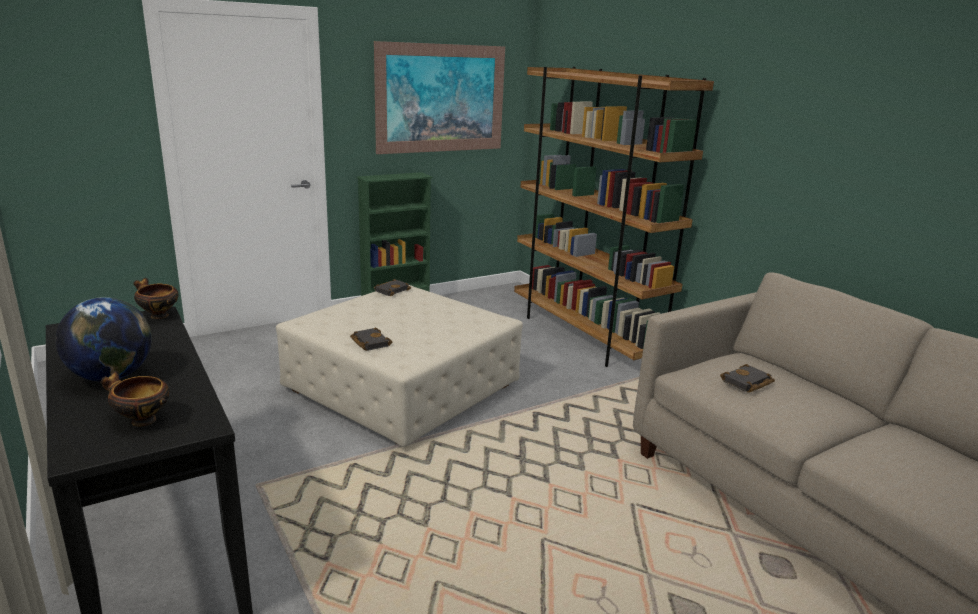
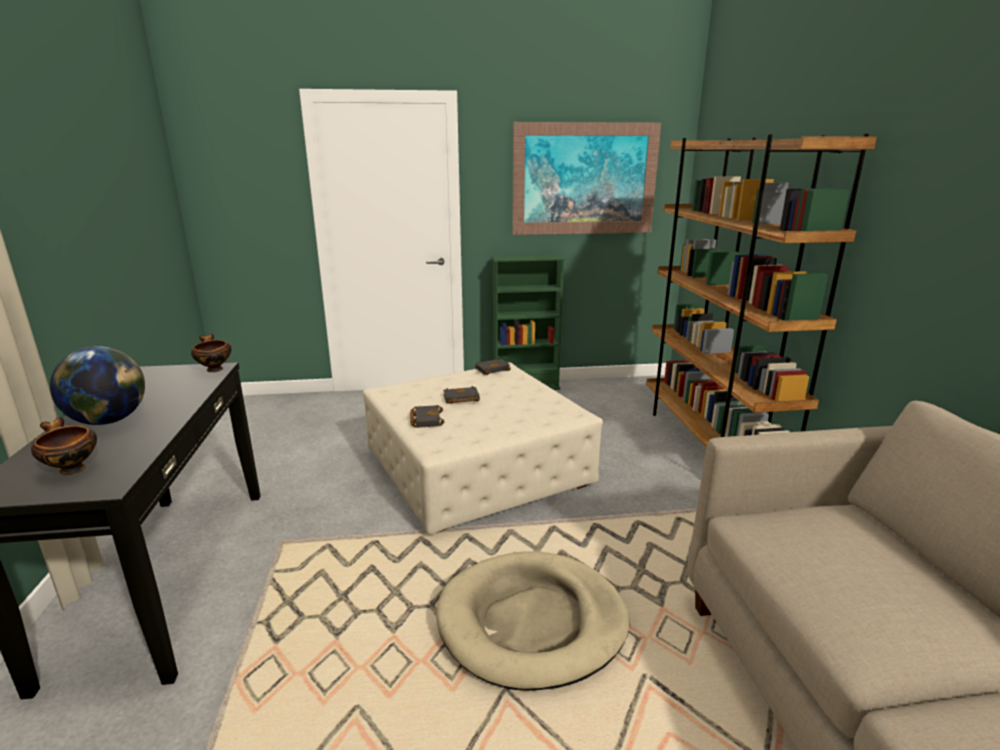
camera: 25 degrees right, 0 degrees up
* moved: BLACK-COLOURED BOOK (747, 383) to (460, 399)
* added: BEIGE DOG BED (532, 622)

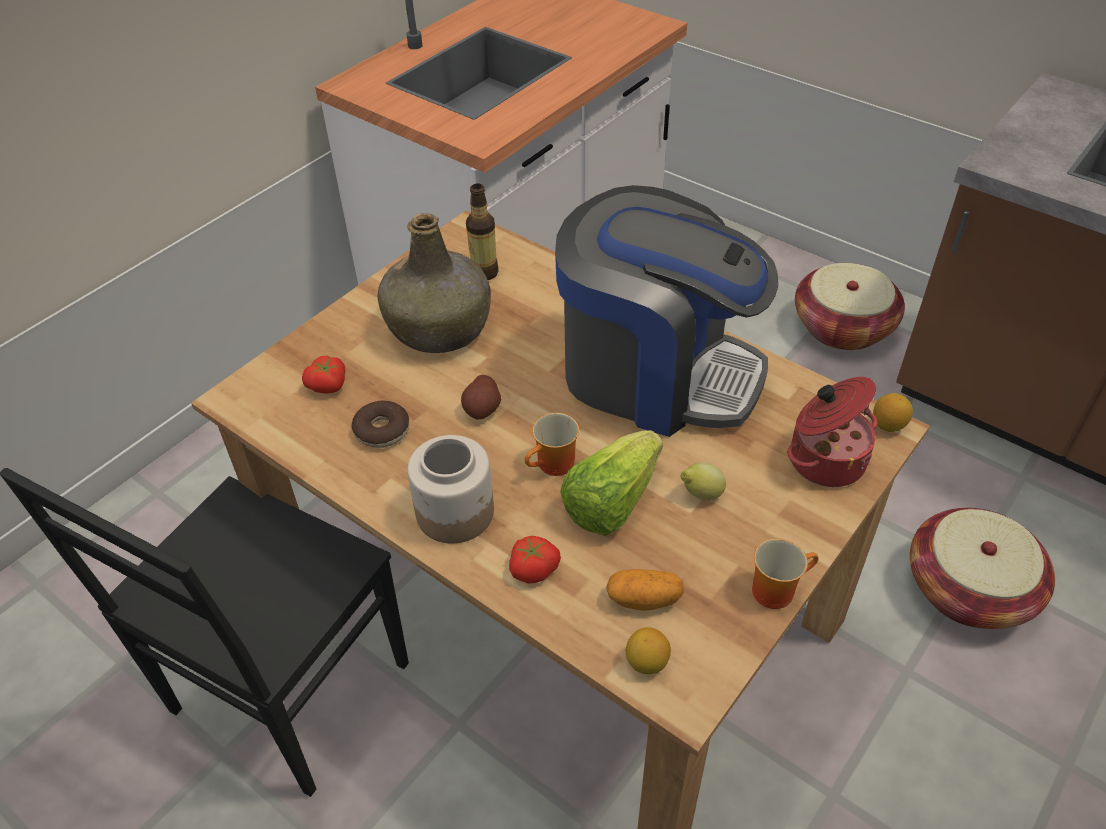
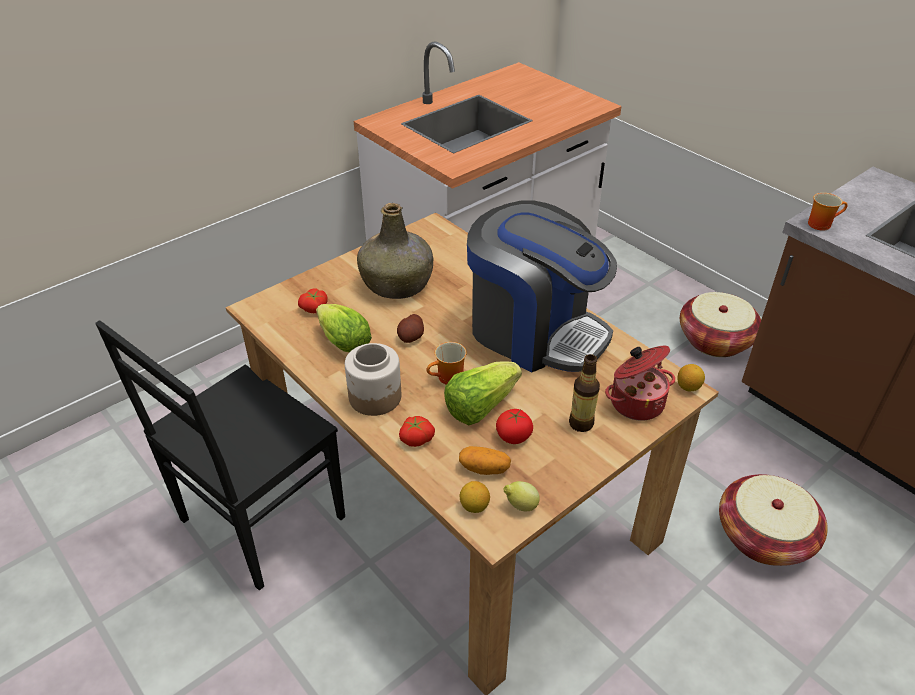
camera: 10 degrees right, 5 degrees down
* replaced: RING DOUGHNUT (382, 430) to HEAD OF LETTUCE (342, 341)
* moved: DRINK BOTTLE (484, 273) to (581, 423)
* moved: CITRUS FRUIT (700, 494) to (520, 506)
* moved: MUG (775, 587) to (820, 223)
* added: FRESH TOMATO (513, 436)

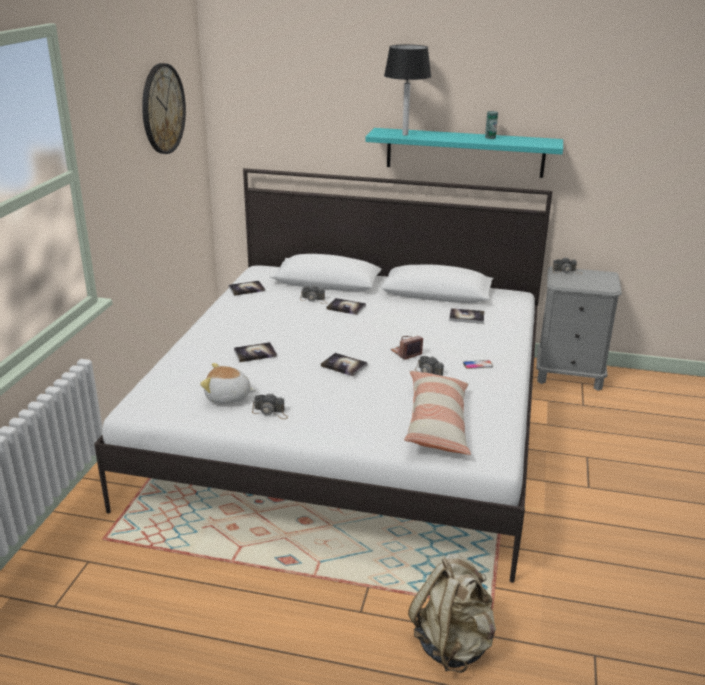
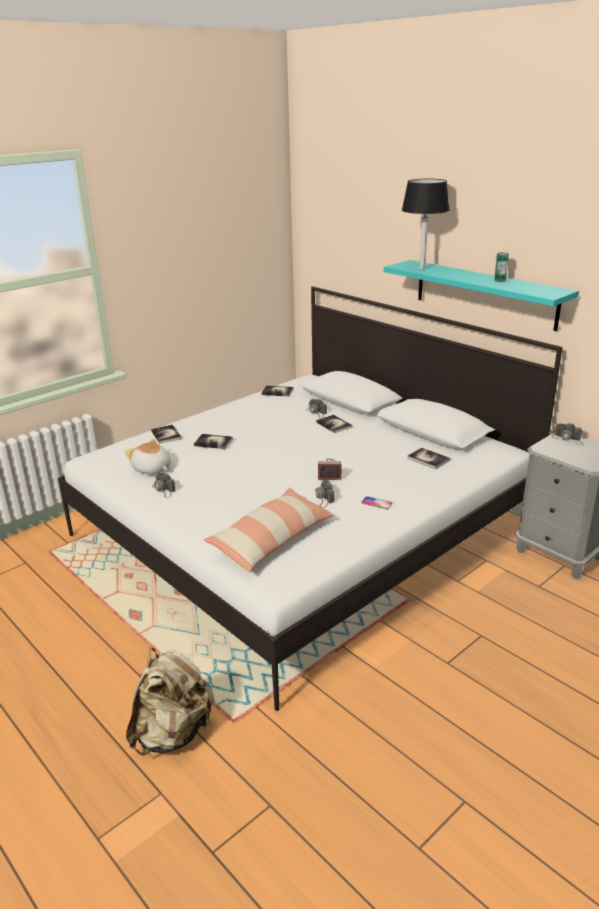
camera: 35 degrees right, 0 degrees up
* removed: WALL CLOCK (162, 109)
* moved: BOOK (344, 365) to (166, 435)

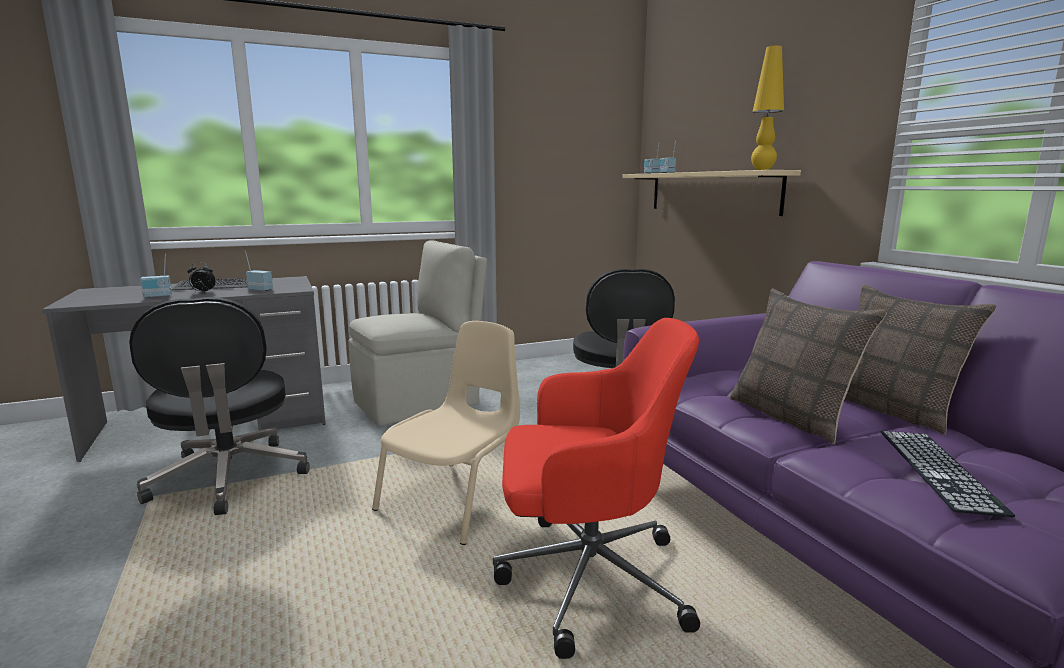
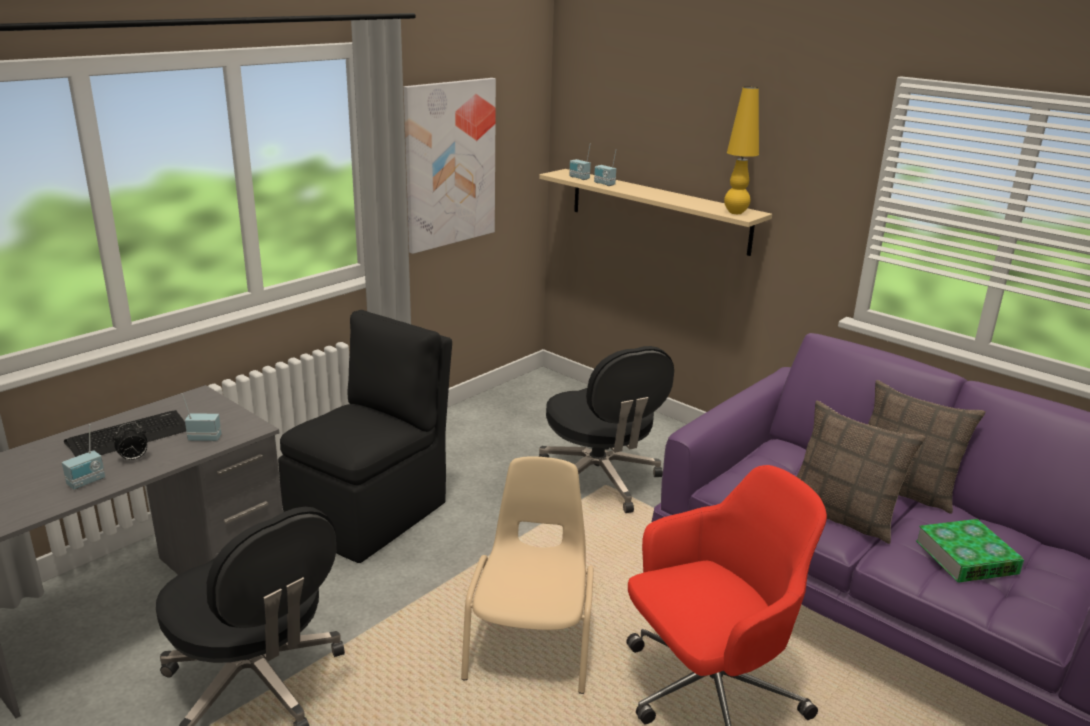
camera: 25 degrees left, 10 degrees up
* recoloured: BEIGE CHAIR (419, 402) to BLACK-COLOURED CHAIR (372, 514)
* replaced: KEYBOARD (938, 469) to BOOK (966, 557)
* added: PICTURE (450, 164)

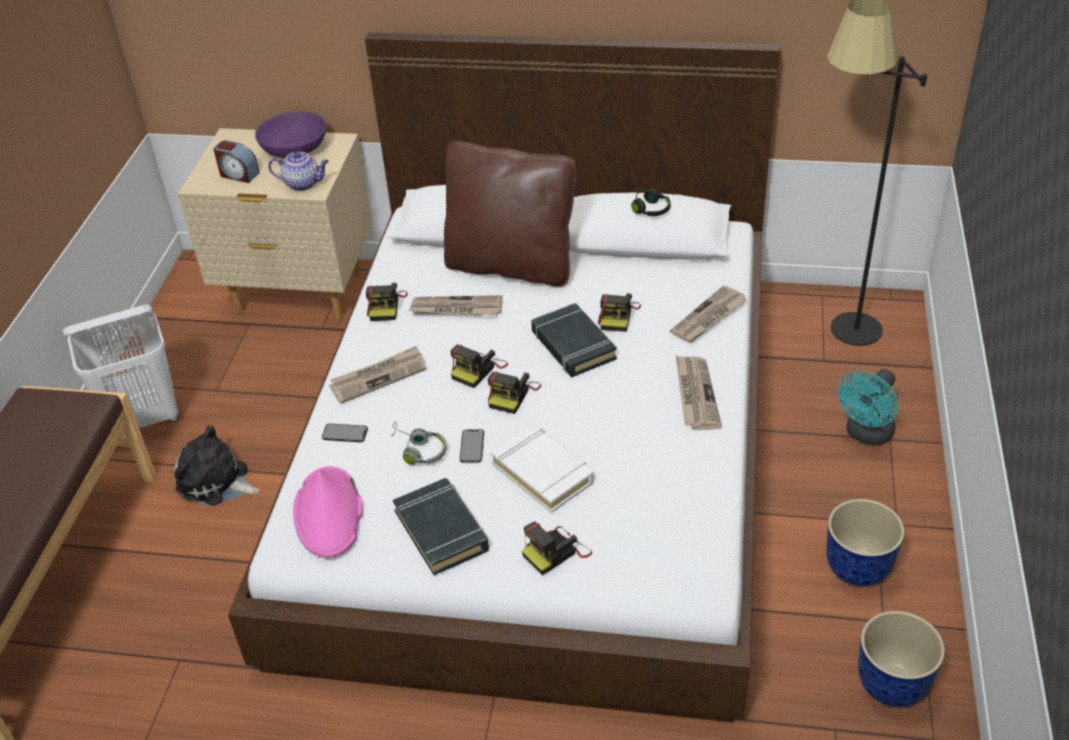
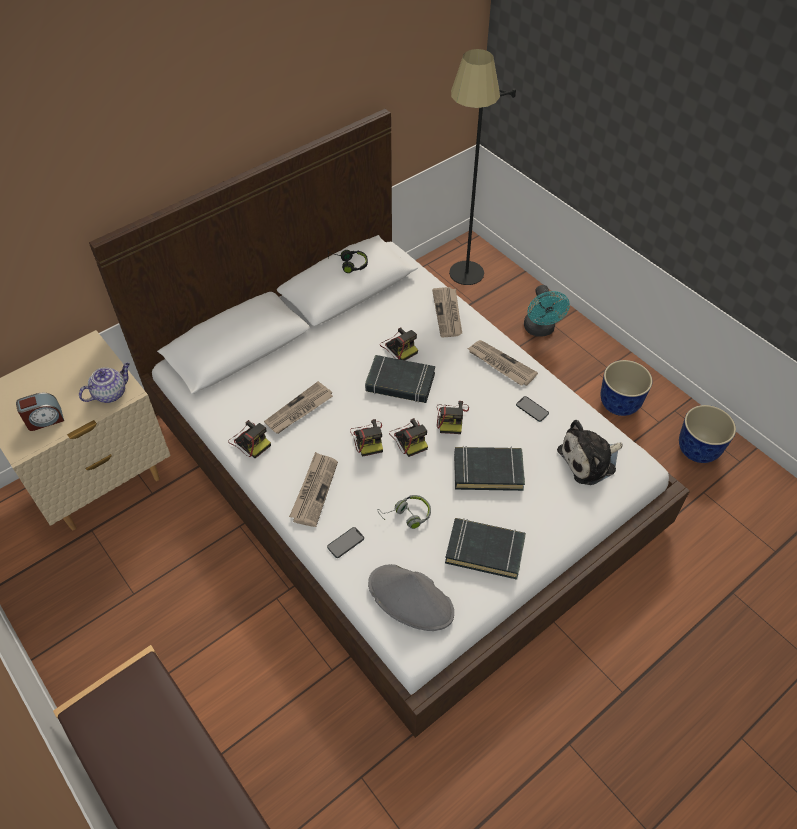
camera: 50 degrees left, 10 degrees up
* removed: WHITISH LAUNDRY BASKET (145, 418)
* moved: SOFT TOY (216, 482) to (590, 460)
* removed: PURPLE-COLOURED BOWL (295, 148)
* recoloured: PINK-COLOURED CLOTHING HAT (328, 513) to GREY CLOTHING HAT (411, 598)
* removed: BROWNISH CUSHION (511, 265)
* moved: TELEPHONE (472, 446) to (532, 409)
* recoloured: WHITISH BOOK (543, 473) to BLACK-COLOURED BOOK (488, 471)
* moved: PHOTO CAMERA (556, 552) to (451, 418)

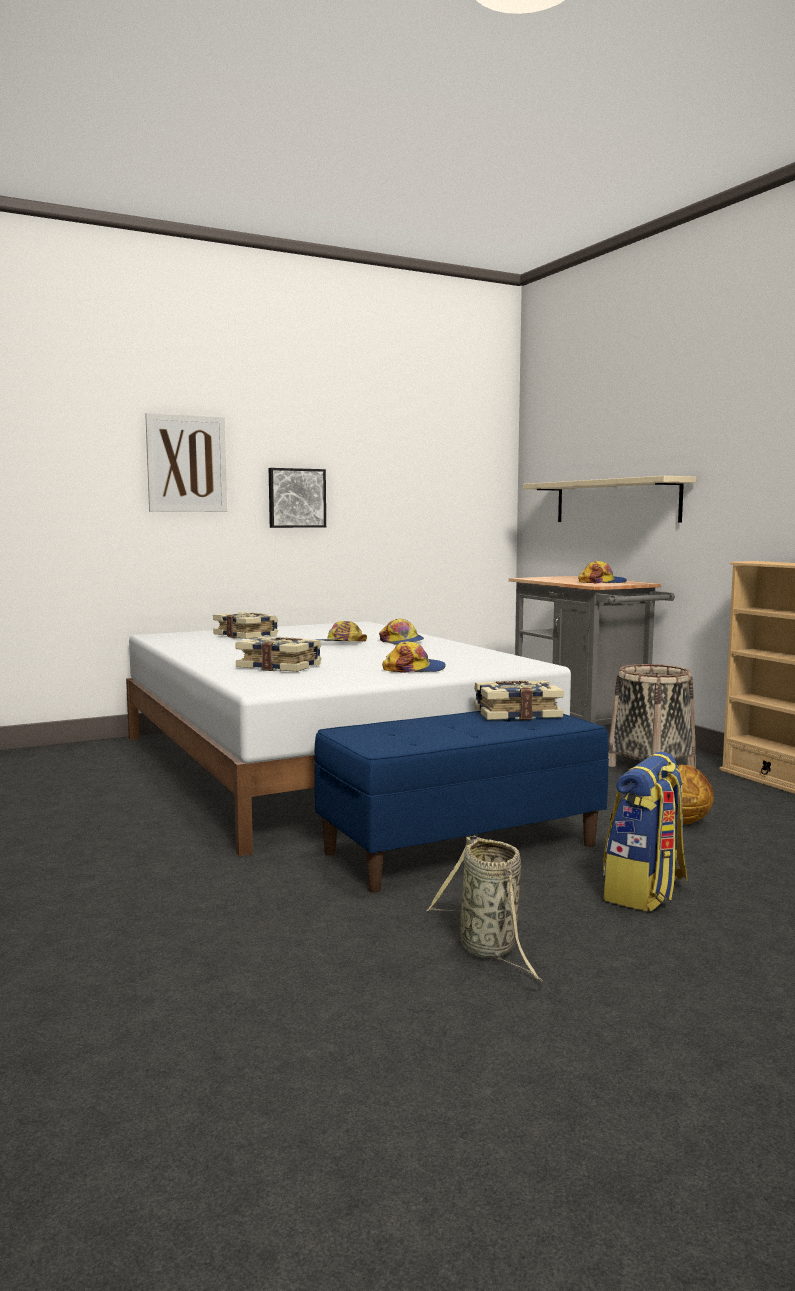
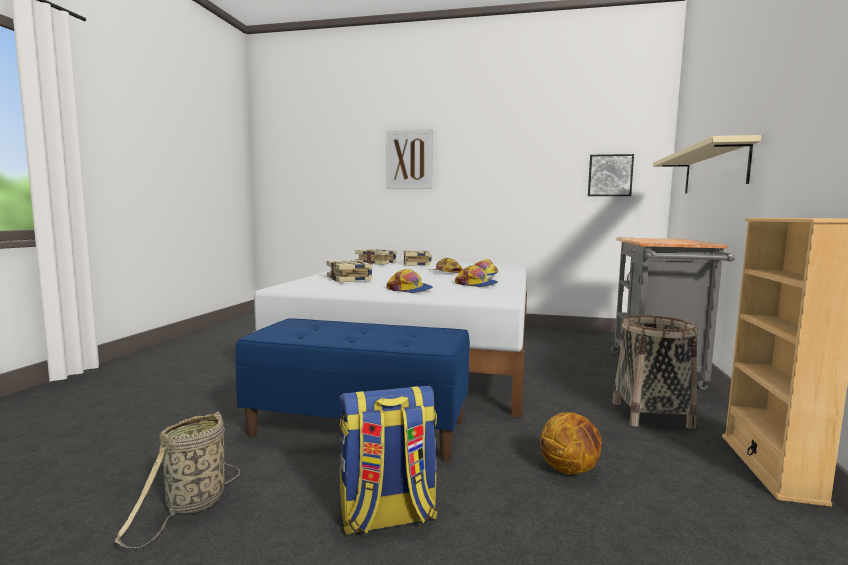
camera: 40 degrees right, 0 degrees up
* moved: PICTURE (296, 498) to (610, 175)
* moved: BOOK (516, 714) to (376, 263)
* moved: CAP (602, 582) to (476, 284)

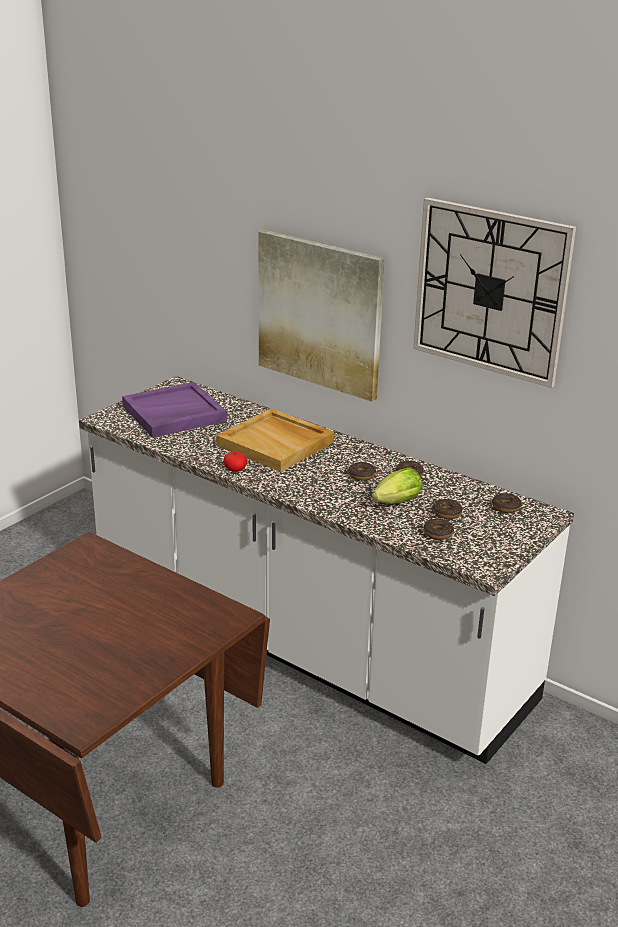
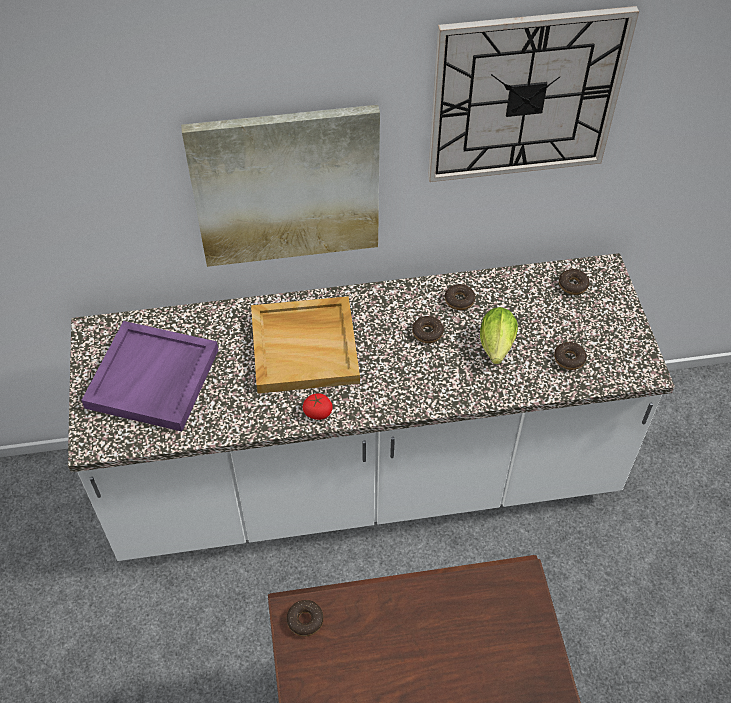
camera: 45 degrees left, 25 degrees up
* moved: RING DOUGHNUT (447, 513) to (305, 620)

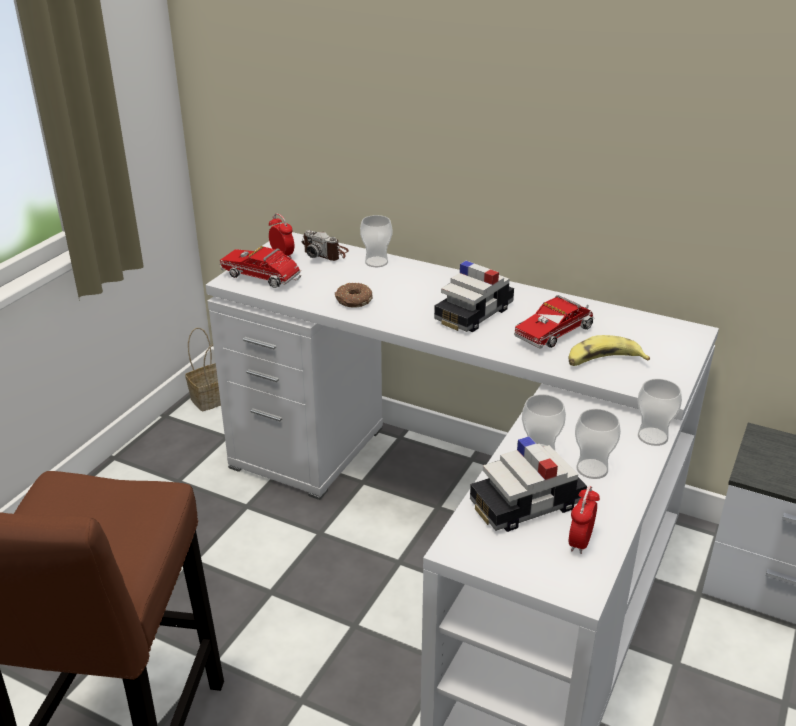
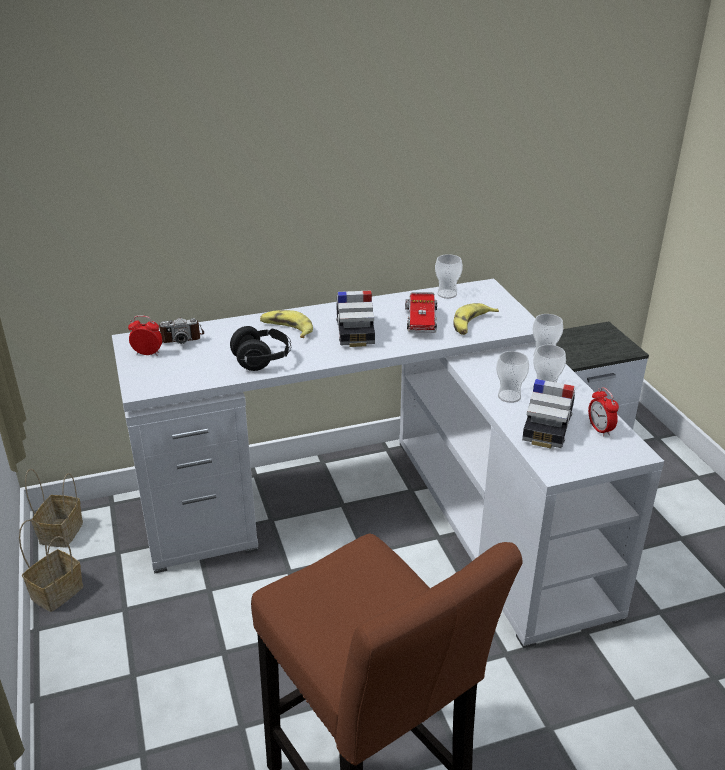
camera: 45 degrees left, 0 degrees up
* removed: TOY LORRY (264, 278)
* replaced: RING DOUGHNUT (353, 301) to BLACK-COLOURED HEADSET (262, 360)
* moved: CUP (376, 262) to (447, 294)
* added: HOUSEHOLD BASKET (57, 591)
* added: BANANA FRUIT (287, 329)

